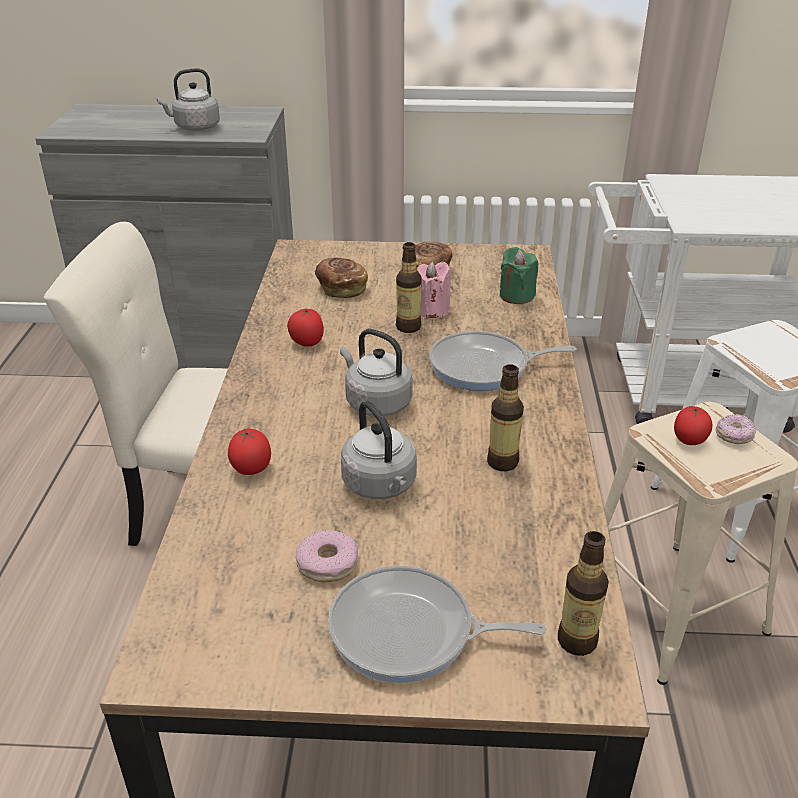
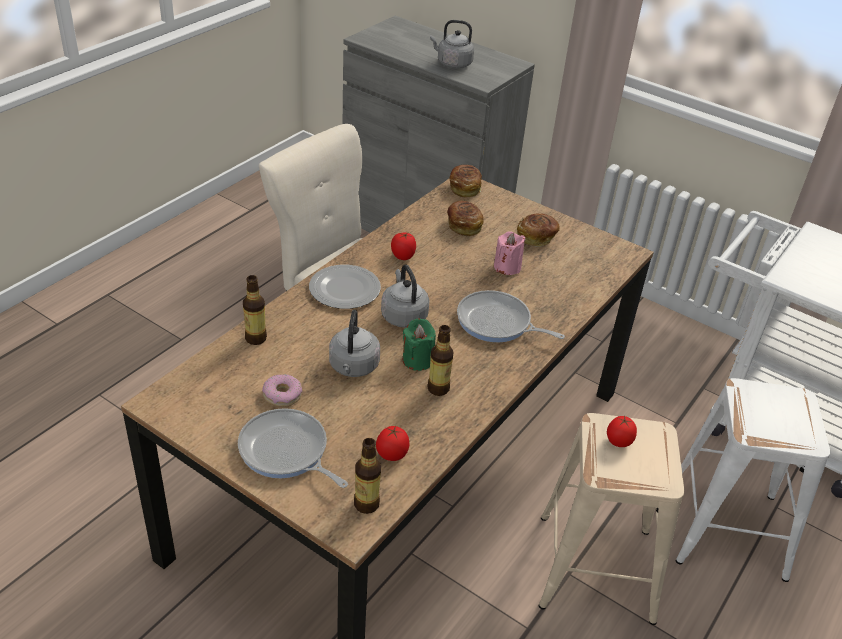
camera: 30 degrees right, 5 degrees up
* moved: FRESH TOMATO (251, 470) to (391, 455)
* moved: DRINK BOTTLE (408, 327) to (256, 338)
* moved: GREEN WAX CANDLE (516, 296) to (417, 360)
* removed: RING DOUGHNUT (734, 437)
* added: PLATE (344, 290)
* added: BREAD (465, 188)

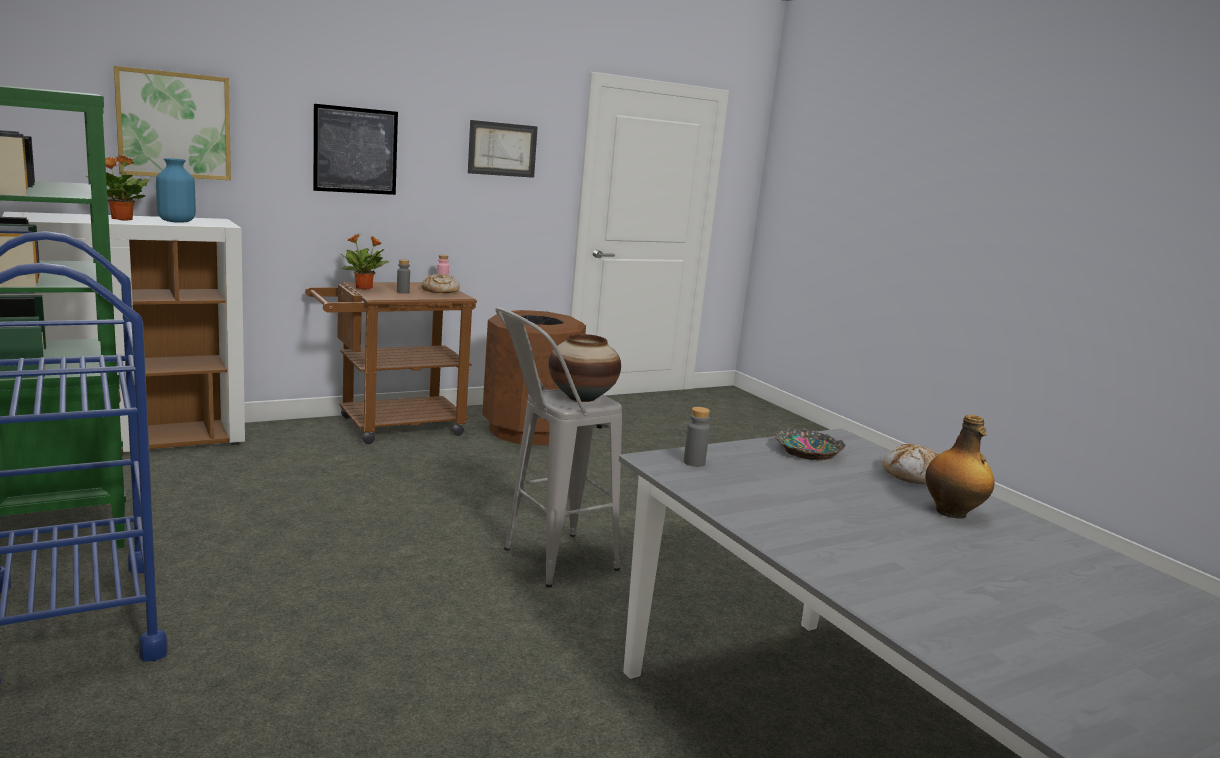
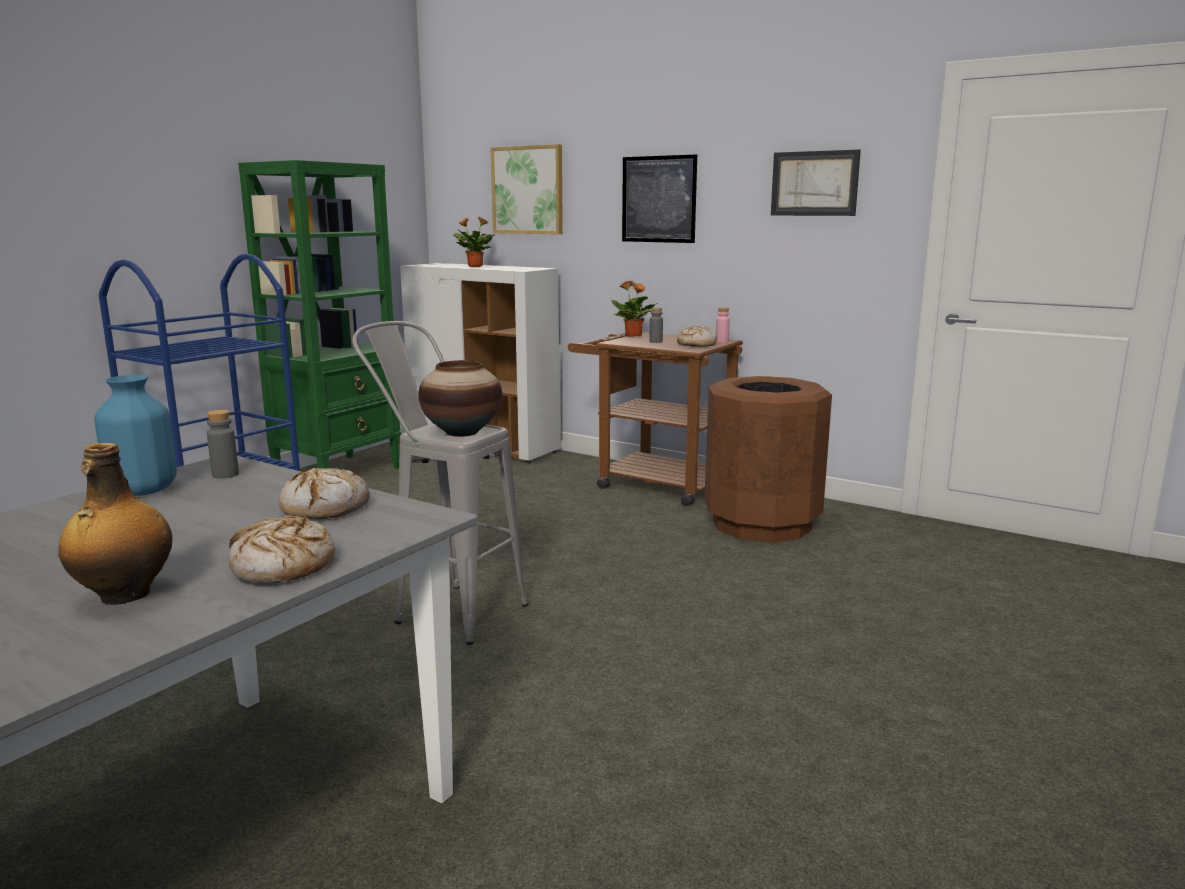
camera: 65 degrees right, 0 degrees up
* moved: BLUISH FLOWER VASE (177, 221) to (142, 491)
* replaced: BOWL (807, 452) to BREAD (326, 508)

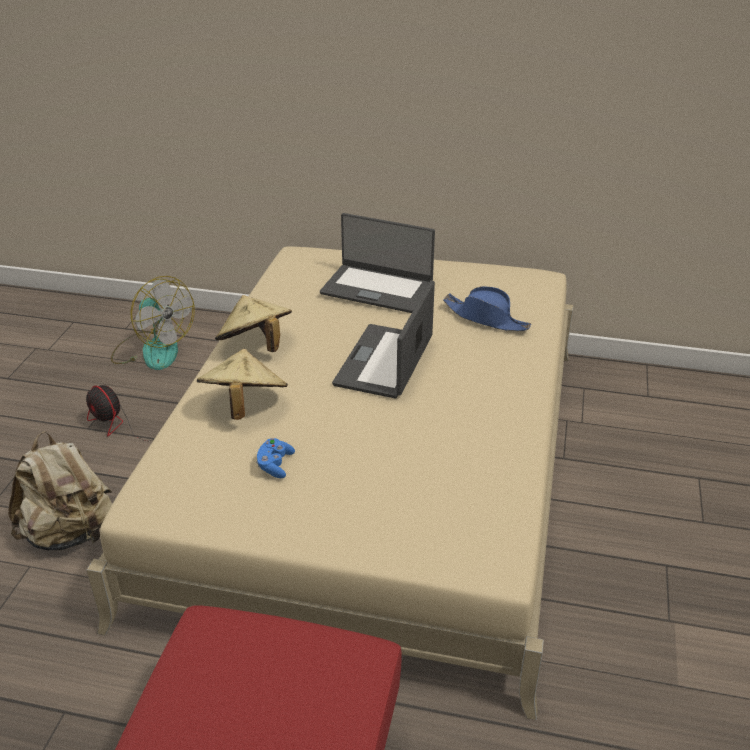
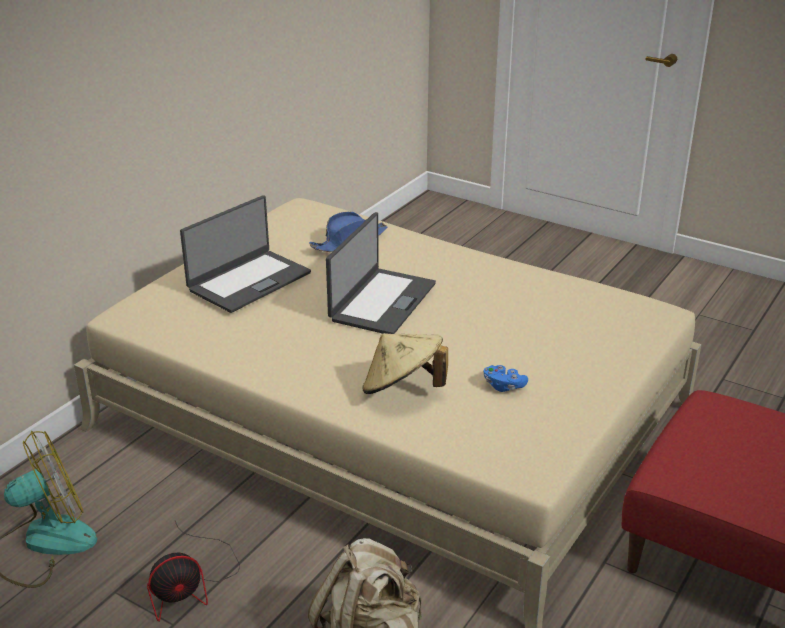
camera: 70 degrees left, 5 degrees down
* removed: BEIGE CLOTHING HAT (256, 346)
* turned: NOTEBOOK COMPUTER (385, 362) = (381, 302) 105 degrees counterclockwise

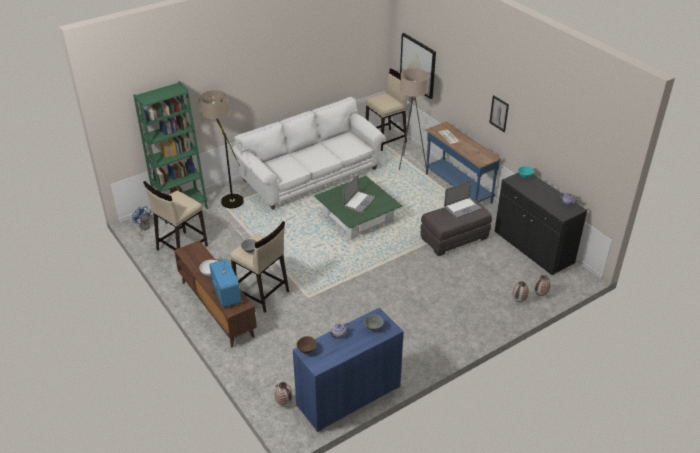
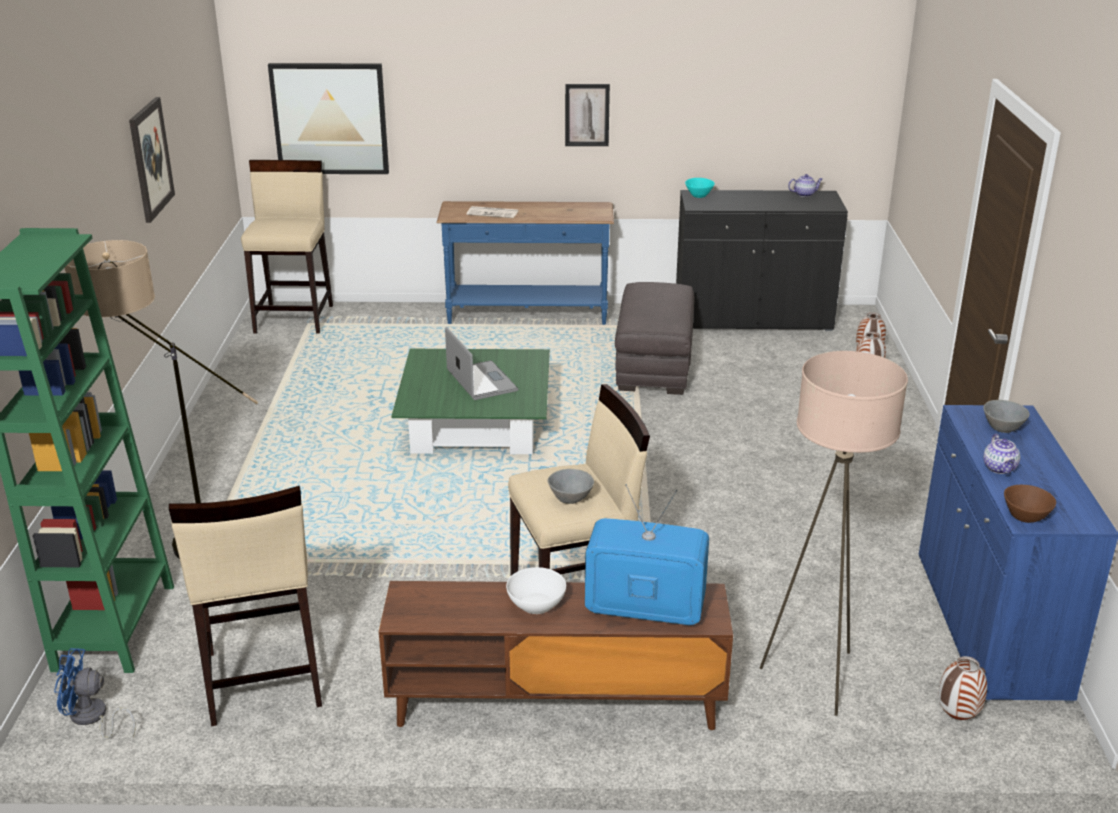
camera: 55 degrees left, 10 degrees down
* removed: WHITISH SETTEE (311, 175)
* moved: BEIGE STANDARD LAMP (409, 164) to (815, 678)
* removed: NOTEBOOK COMPUTER (462, 208)
* added: PICTURE (150, 159)

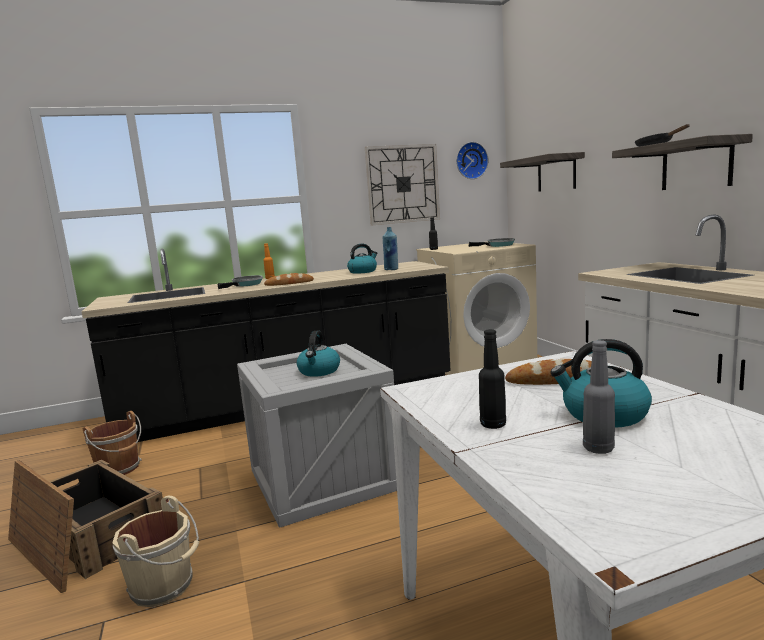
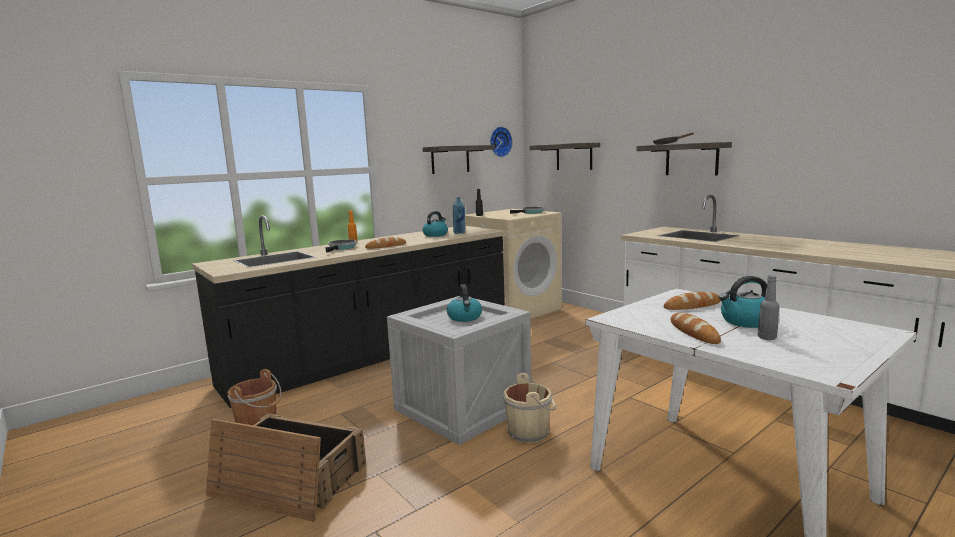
camera: 20 degrees left, 0 degrees up
* moved: BEIGE BUCKET (165, 586) to (530, 432)
* replaced: WALL CLOCK (403, 184) to BRACKET SHELF (450, 159)
* replaced: BLACK-COLOURED DRINK BOTTLE (493, 424) to BREAD (693, 332)

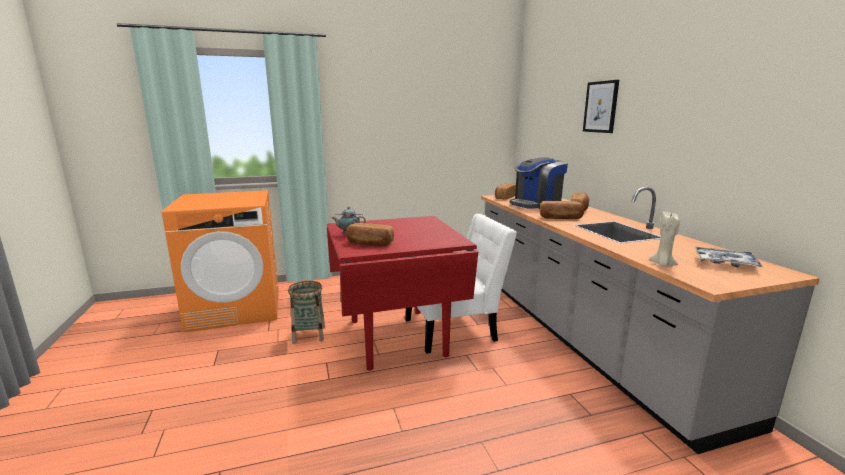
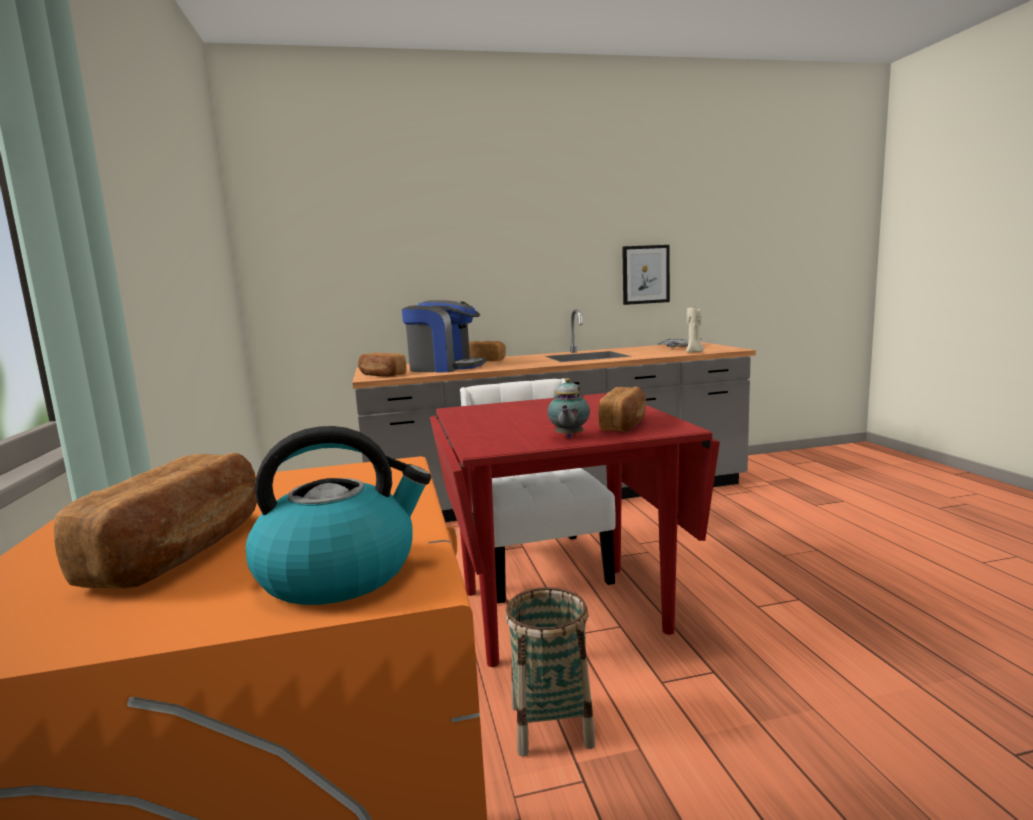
camera: 85 degrees left, 5 degrees down
* turned: COFFEE MAKER (536, 204) = (445, 368) 45 degrees counterclockwise
* moved: BREAD (560, 218) to (182, 550)
* moved: PICTURE (600, 107) to (645, 274)
* added: WATER KETTLE (340, 573)

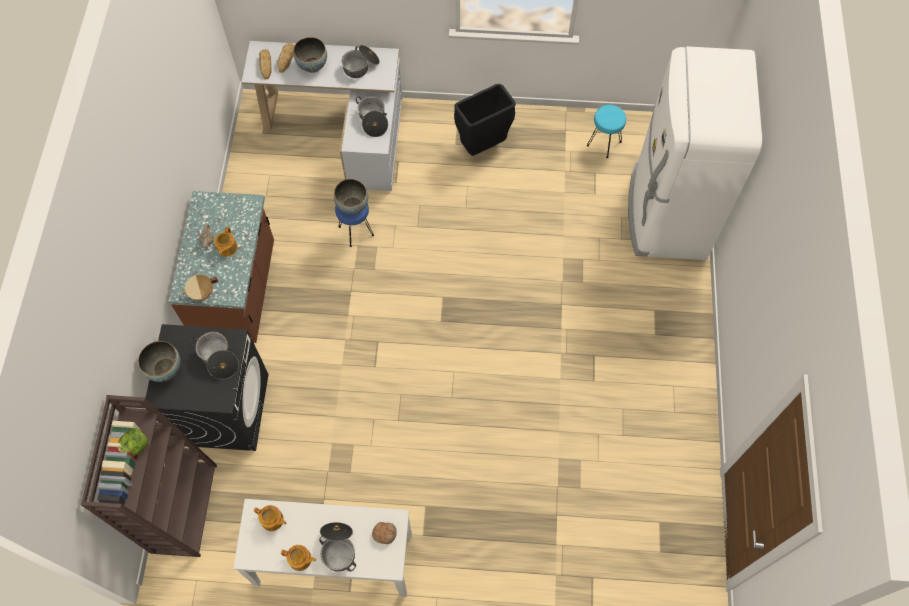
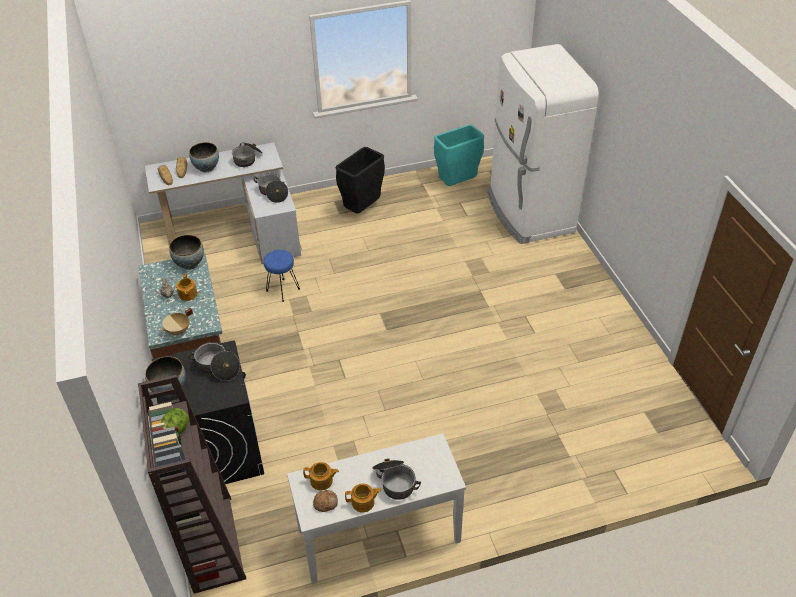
camera: 20 degrees left, 20 degrees down
* moved: BOWL (352, 206) to (189, 264)
* moved: BREAD (384, 533) to (325, 503)
* replaced: TURQUOISE-COLOURED SITTING STOOL (604, 143) to TURQUOISE-COLOURED TRASH CAN (457, 184)

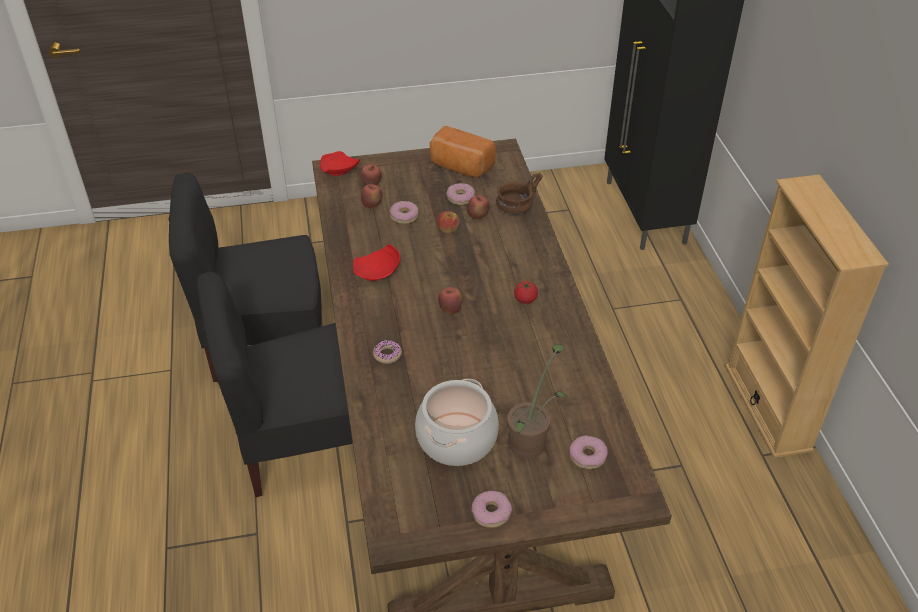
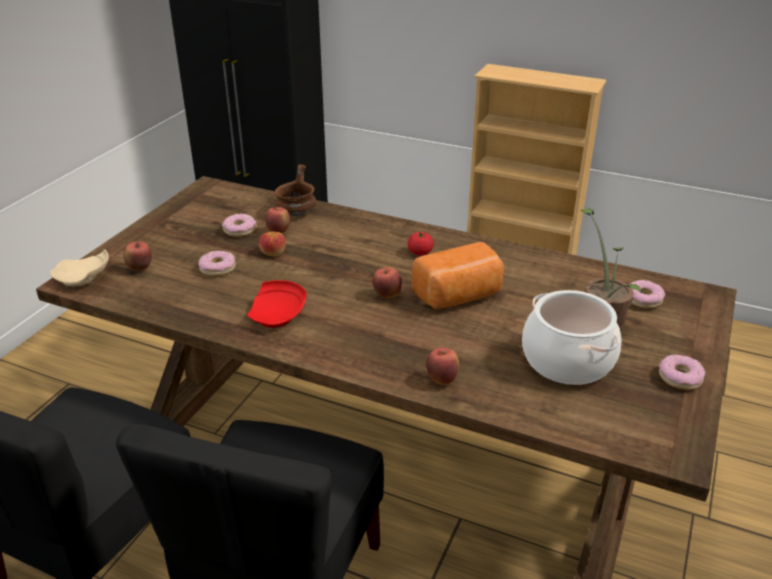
camera: 55 degrees left, 10 degrees down
* recoloured: REDDISH PLATE (338, 171) to BEIGE PLATE (83, 279)
* moved: APPLE (372, 205) to (442, 379)
* removed: RING DOUGHNUT (387, 355)
* moved: BREAD (460, 167) to (459, 296)

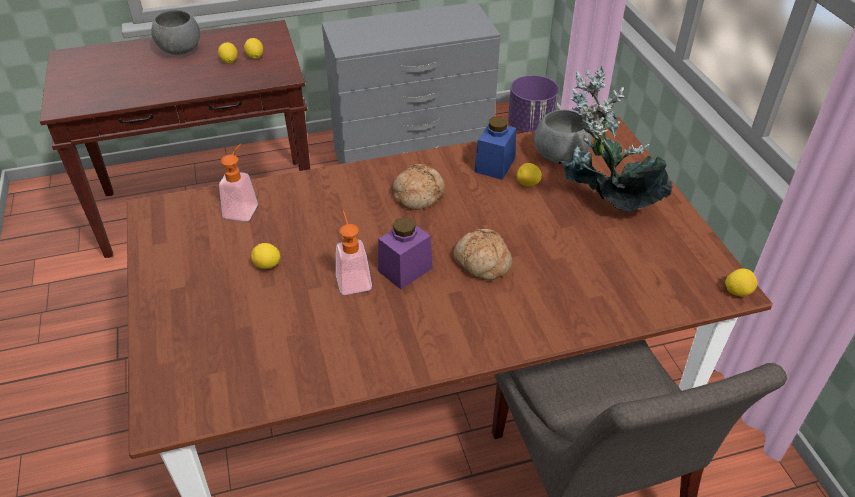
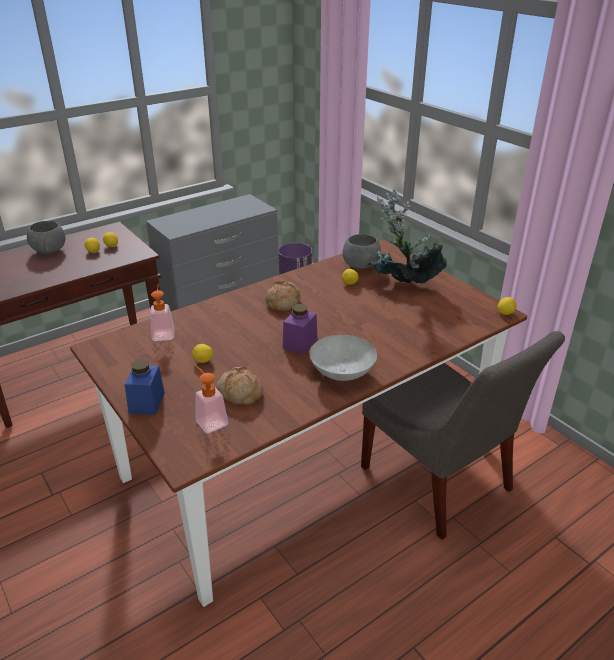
camera: 20 degrees left, 10 degrees down
* moved: SOAP BOTTLE (352, 278) to (209, 420)
* moved: BREAD (481, 262) to (239, 393)
* moved: BLUISH PRESERVE JAR (494, 165) to (147, 402)
* added: GREY BOWL (341, 374)

